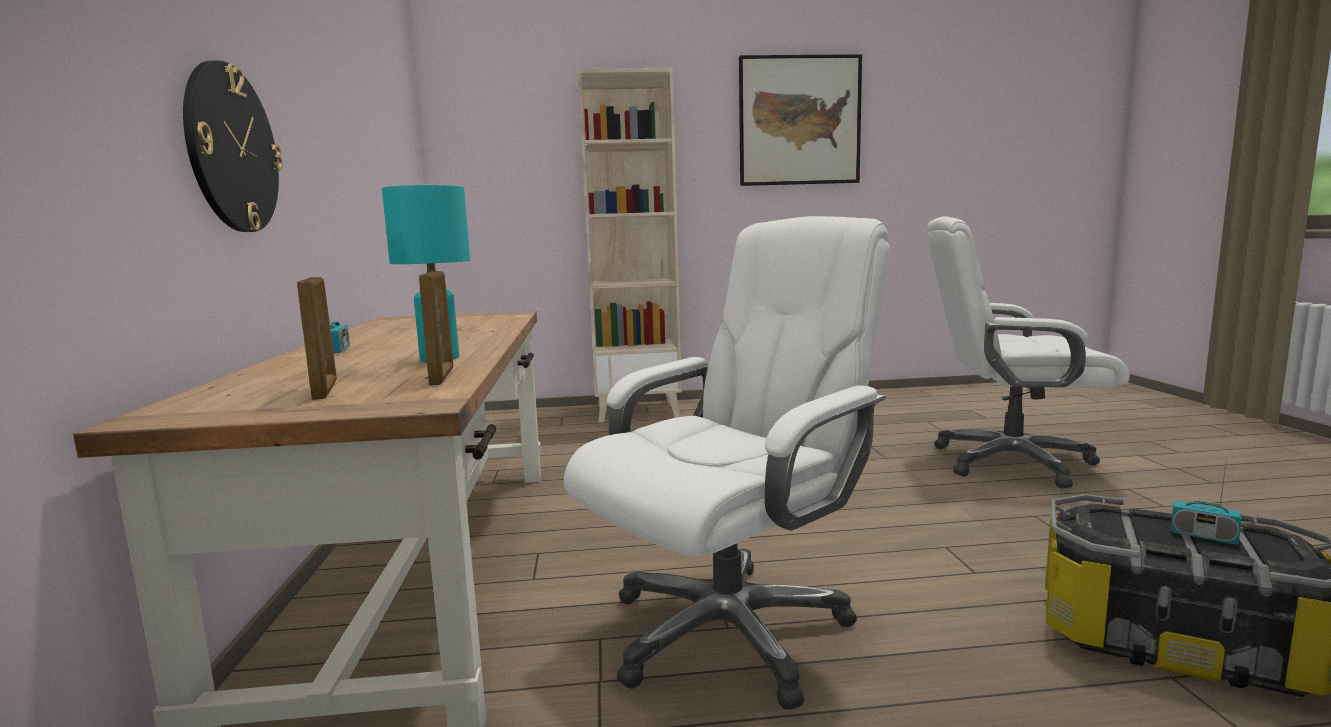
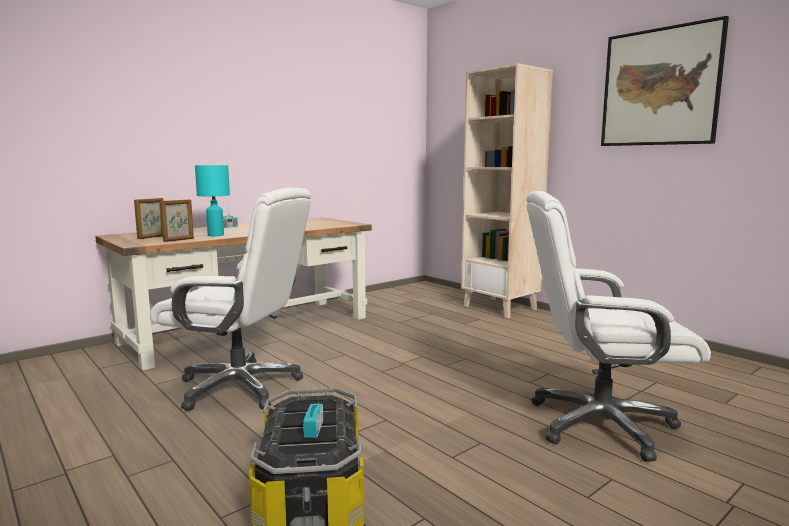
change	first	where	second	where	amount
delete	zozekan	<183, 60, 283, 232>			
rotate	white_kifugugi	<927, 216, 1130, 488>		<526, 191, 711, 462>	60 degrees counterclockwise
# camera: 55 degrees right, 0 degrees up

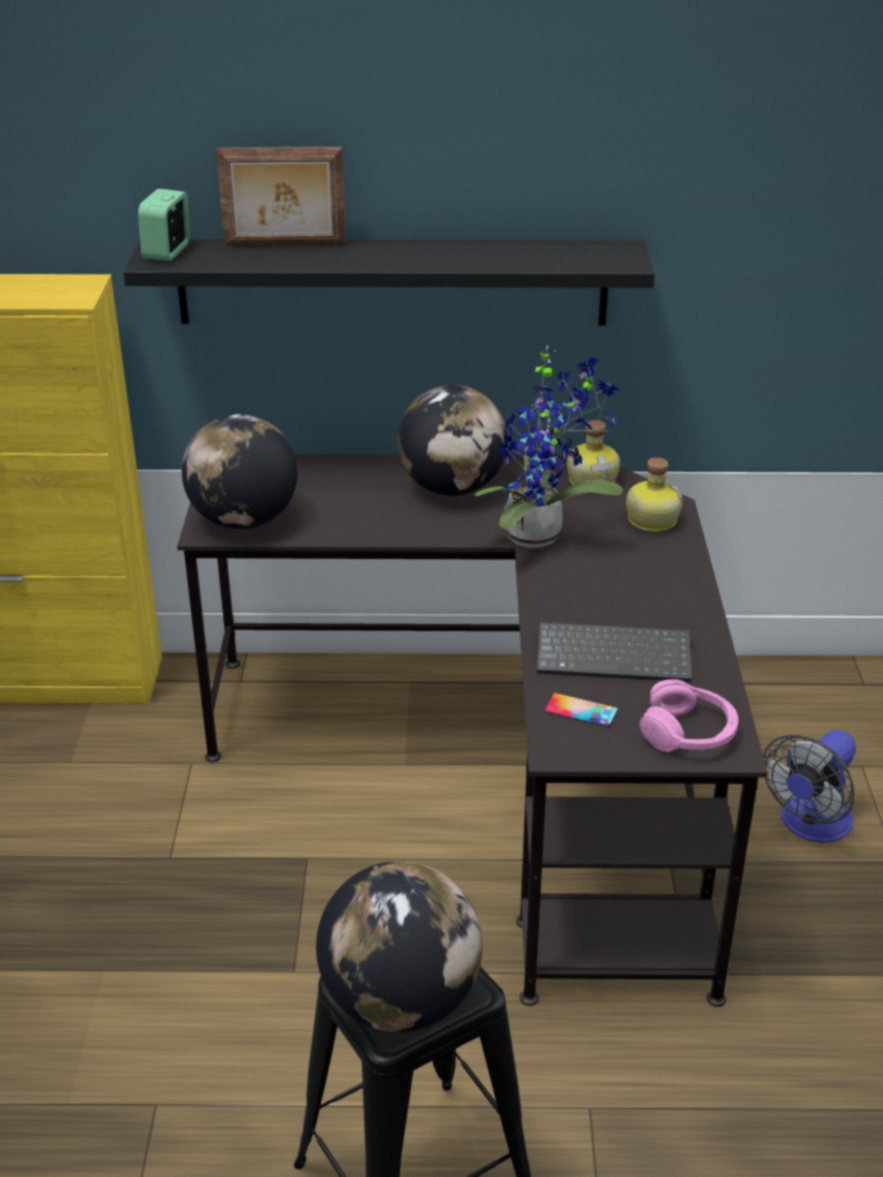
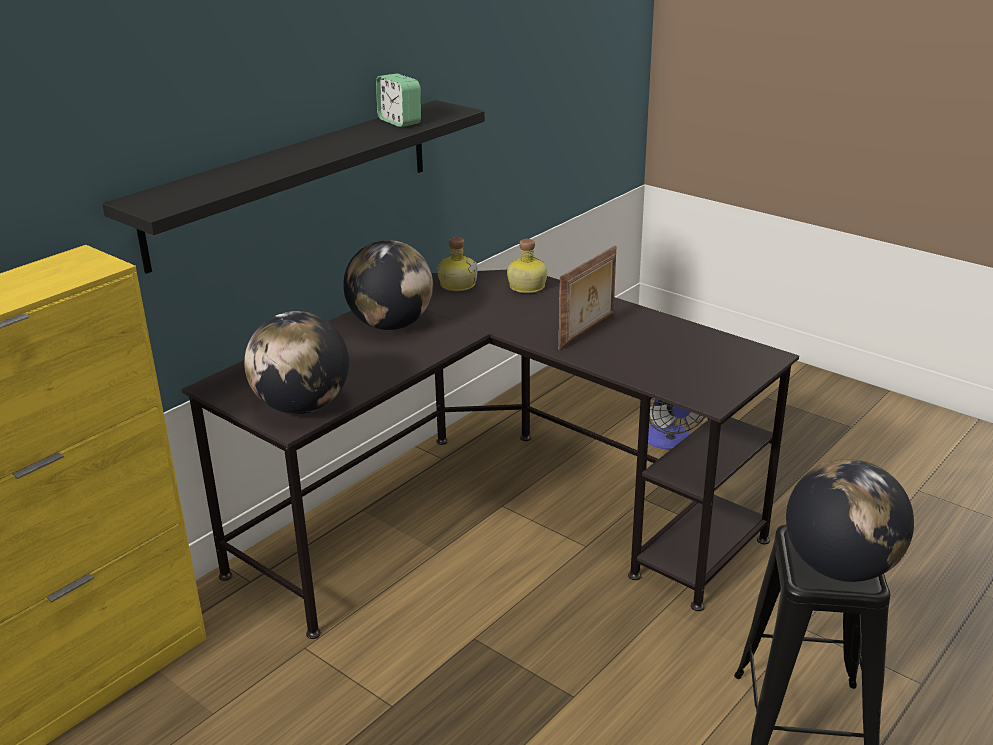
change	first	where	second	where	amount
move	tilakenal	<138, 189, 190, 261>		<376, 74, 421, 127>	
move	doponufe	<216, 147, 346, 246>		<559, 246, 617, 350>	
delete	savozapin	<474, 344, 623, 548>			
delete	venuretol	<537, 622, 692, 682>			
delete	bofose	<545, 693, 618, 727>			
delete	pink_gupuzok	<640, 679, 738, 752>			
# camera: 50 degrees left, 5 degrees down

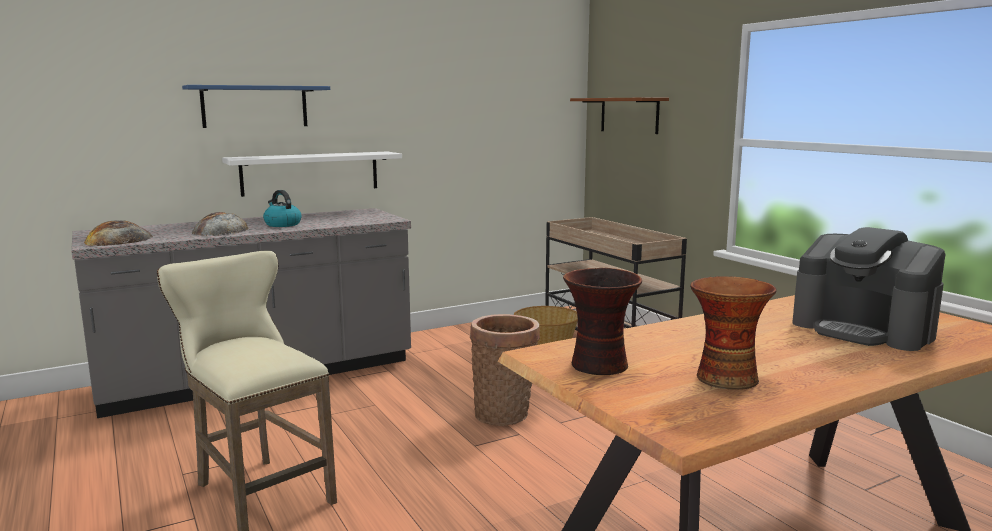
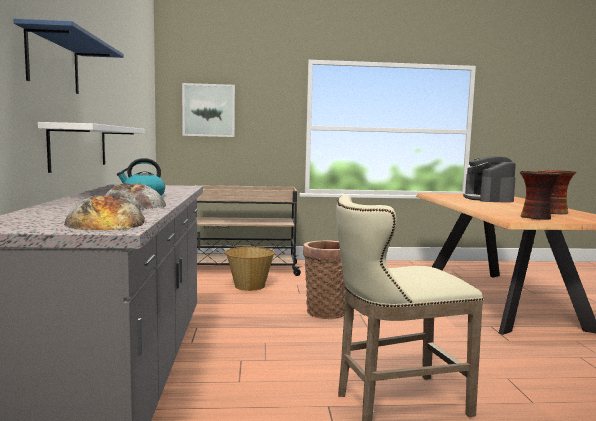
change	first	where	second	where	amount
replace	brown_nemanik	<570, 98, 669, 134>	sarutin	<182, 83, 235, 137>	
rotate	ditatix	<792, 227, 946, 351>		<463, 156, 516, 202>	105 degrees clockwise
# camera: 65 degrees left, 5 degrees down

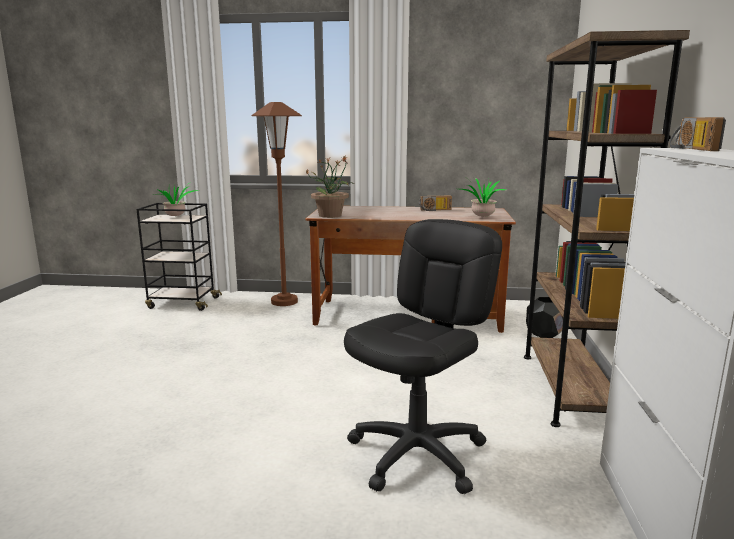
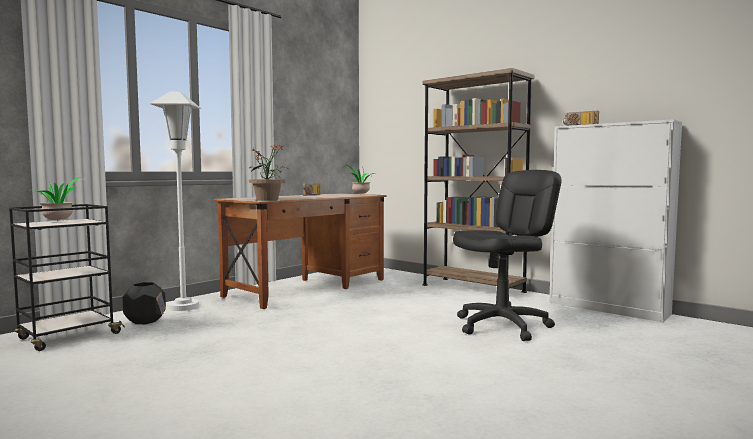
change	first	where	second	where	amount
recolor	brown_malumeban	<252, 102, 302, 306>	white_malumeban	<150, 92, 201, 311>	
rotate	black_kifugugi	<344, 219, 502, 494>		<453, 170, 562, 341>	75 degrees clockwise
move	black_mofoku	<526, 297, 563, 338>		<122, 282, 166, 324>	
# camera: 55 degrees left, 10 degrees down

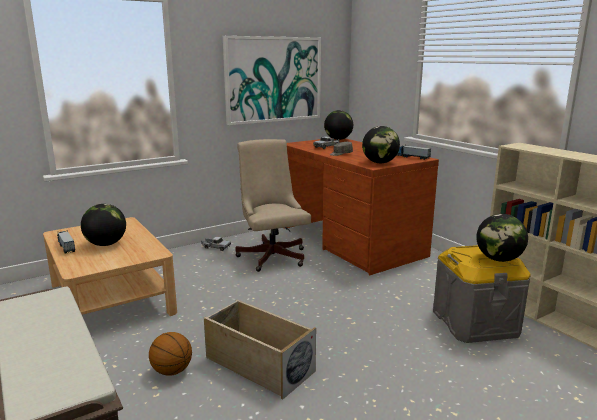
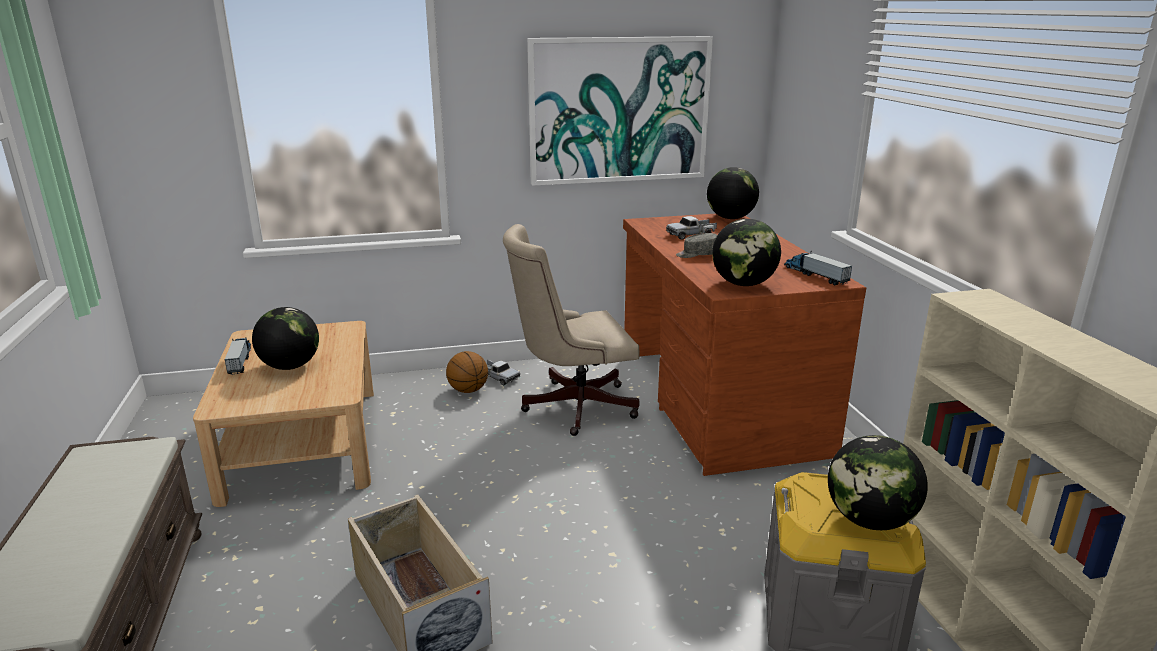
change	first	where	second	where	amount
move	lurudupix	<149, 332, 192, 376>		<446, 351, 488, 393>	
rotate	beige_kifugugi	<236, 139, 311, 272>		<503, 224, 640, 436>	105 degrees counterclockwise
# camera: 20 degrees right, 5 degrees up

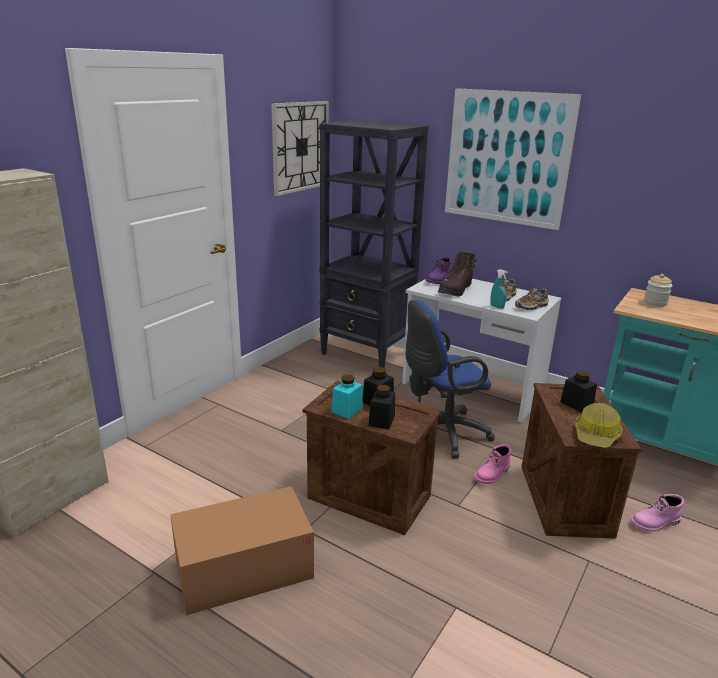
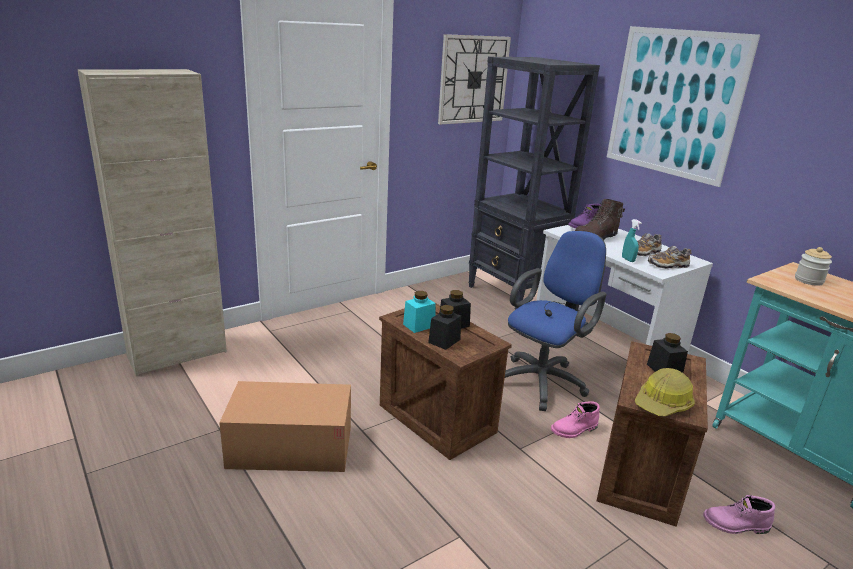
change	first	where	second	where	amount
rotate	blue_kifugugi	<406, 300, 495, 459>		<505, 231, 607, 411>	135 degrees clockwise
# camera: 20 degrees right, 0 degrees up

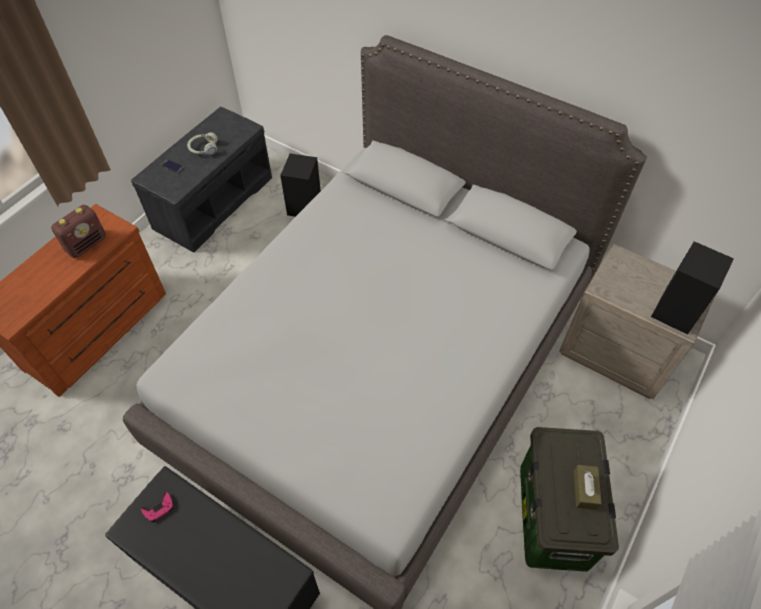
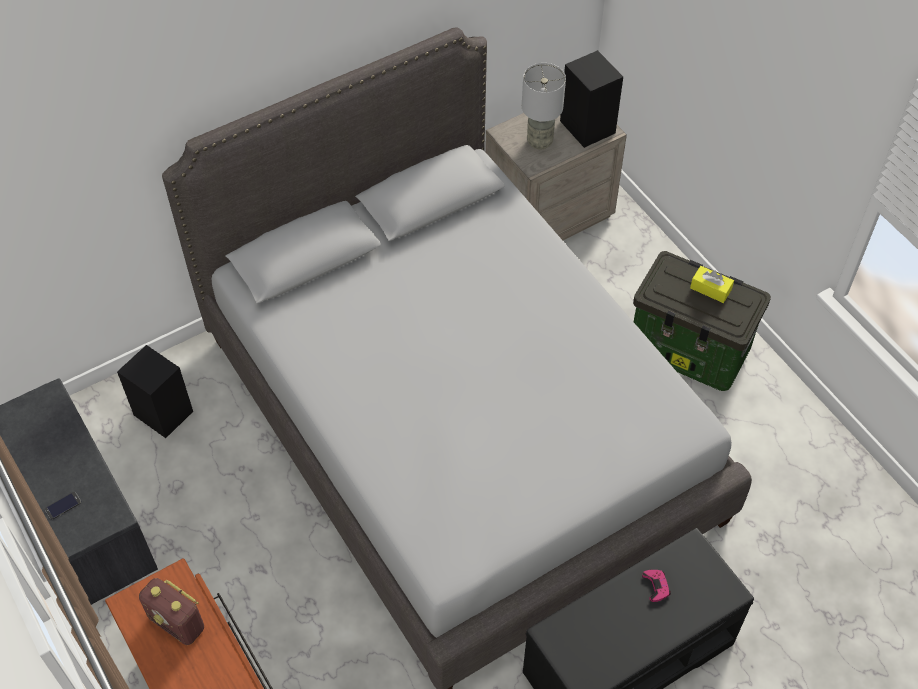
change	first	where	second	where	amount
rotate	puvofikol	<51, 205, 106, 258>		<139, 578, 204, 645>	150 degrees clockwise
move	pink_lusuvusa	<141, 492, 173, 522>		<642, 570, 671, 602>	
delete	gupuzok	<187, 132, 218, 155>			
recolor	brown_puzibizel	<574, 465, 601, 510>	yellow_puzibizel	<690, 266, 734, 303>	
insert			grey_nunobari	<522, 63, 566, 150>	
# camera: 65 degrees left, 0 degrees up

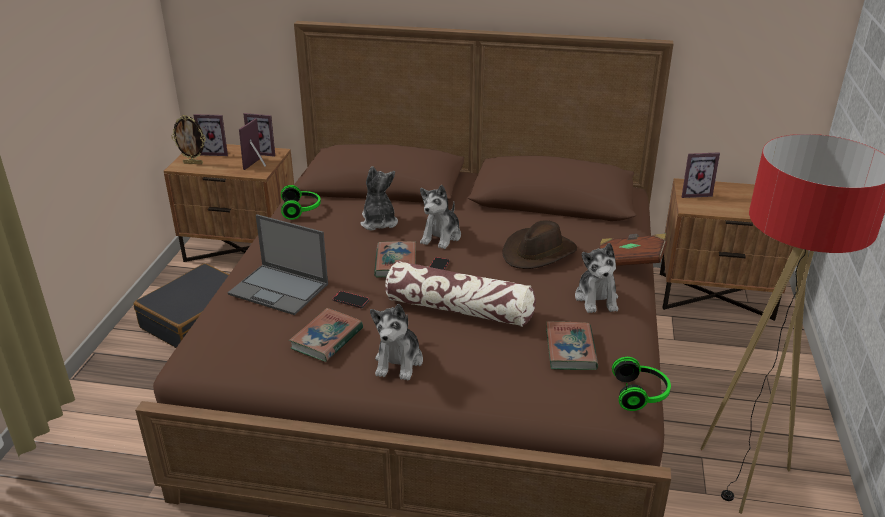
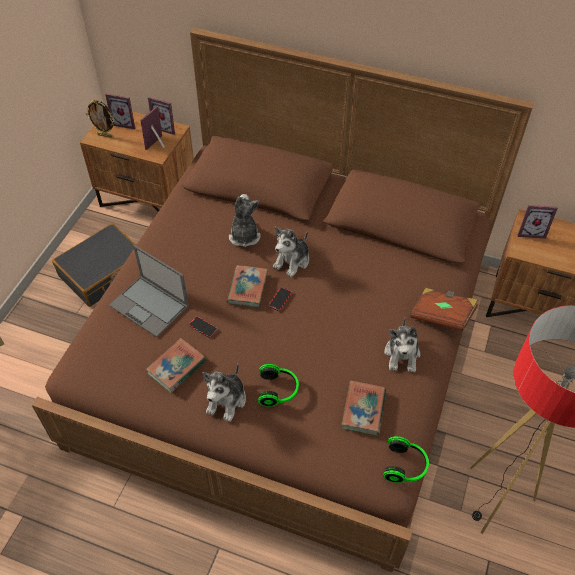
change	first	where	second	where	amount
move	gupuzok	<281, 185, 321, 220>		<258, 364, 299, 407>	
delete	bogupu	<385, 261, 536, 327>			
delete	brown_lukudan	<503, 220, 577, 269>			
# camera: 10 degrees right, 20 degrees up

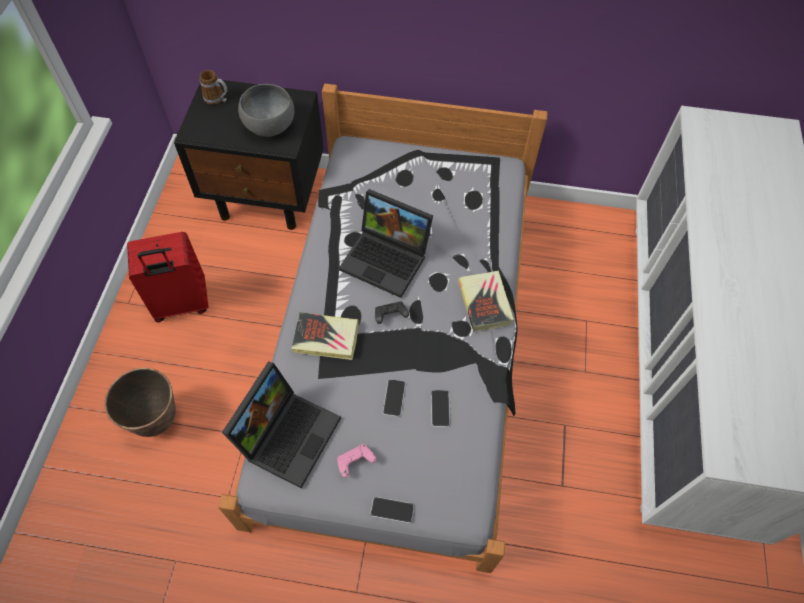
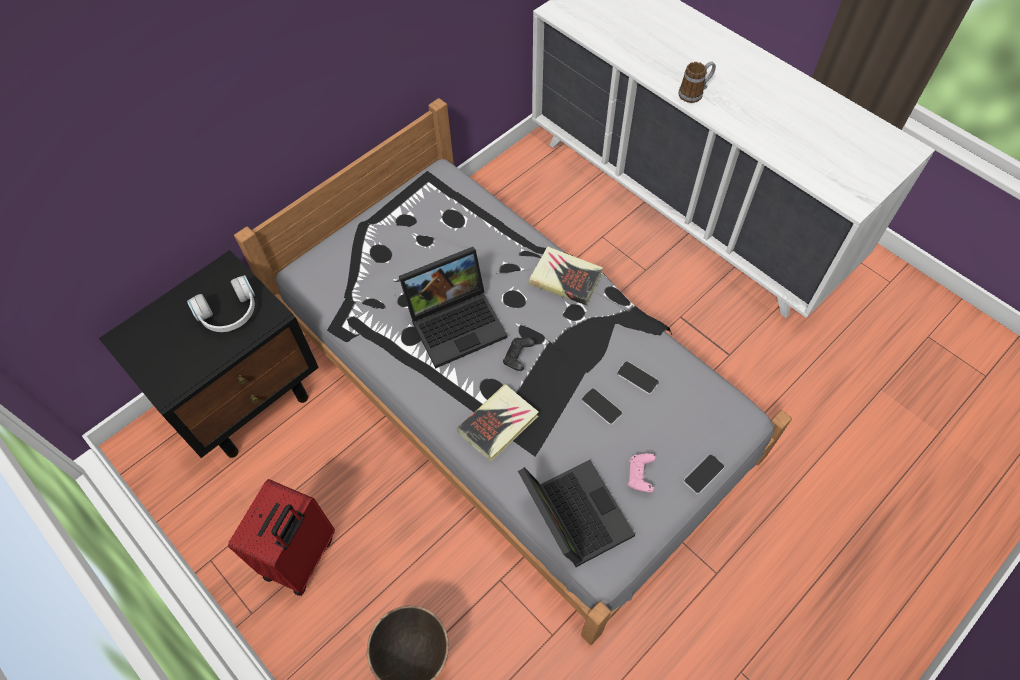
change	first	where	second	where	amount
move	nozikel	<199, 70, 227, 105>		<679, 61, 716, 103>	
replace	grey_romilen	<238, 84, 294, 137>	white_gupuzok	<187, 275, 255, 332>	
# camera: 50 degrees left, 0 degrees up

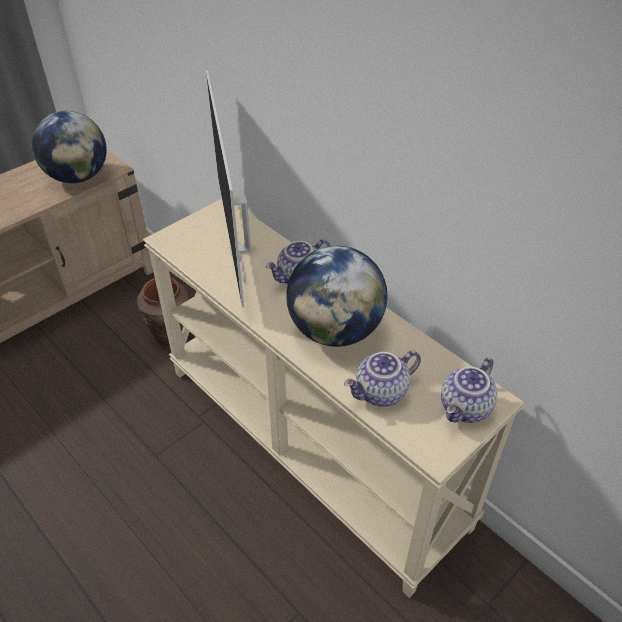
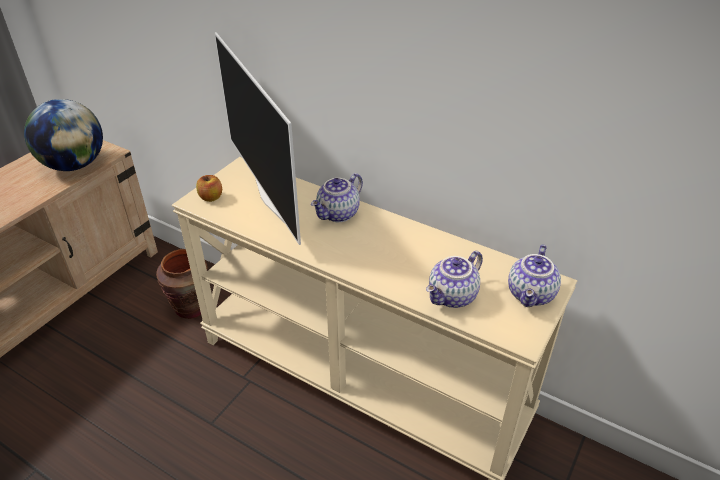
change	first	where	second	where	amount
delete	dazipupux	<286, 246, 387, 347>			
insert			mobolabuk	<196, 175, 222, 202>	
# camera: 15 degrees left, 5 degrees down

